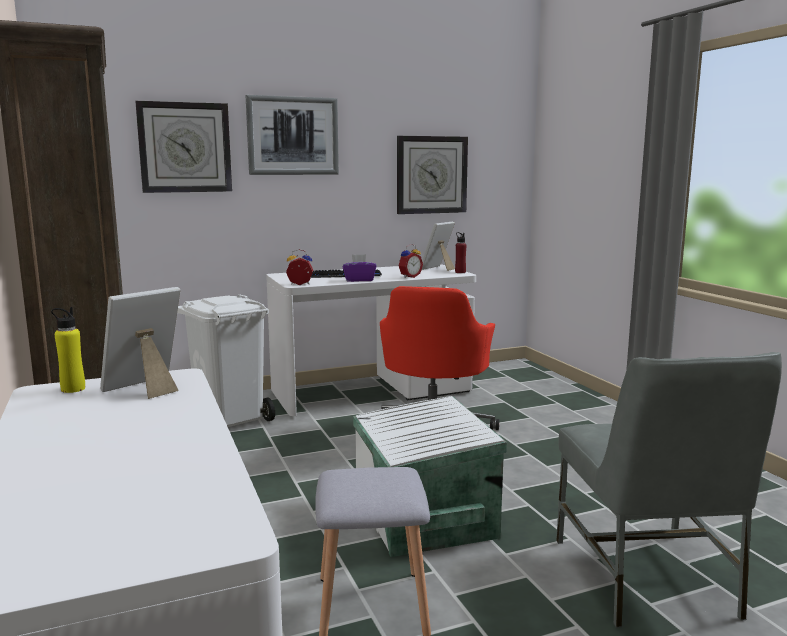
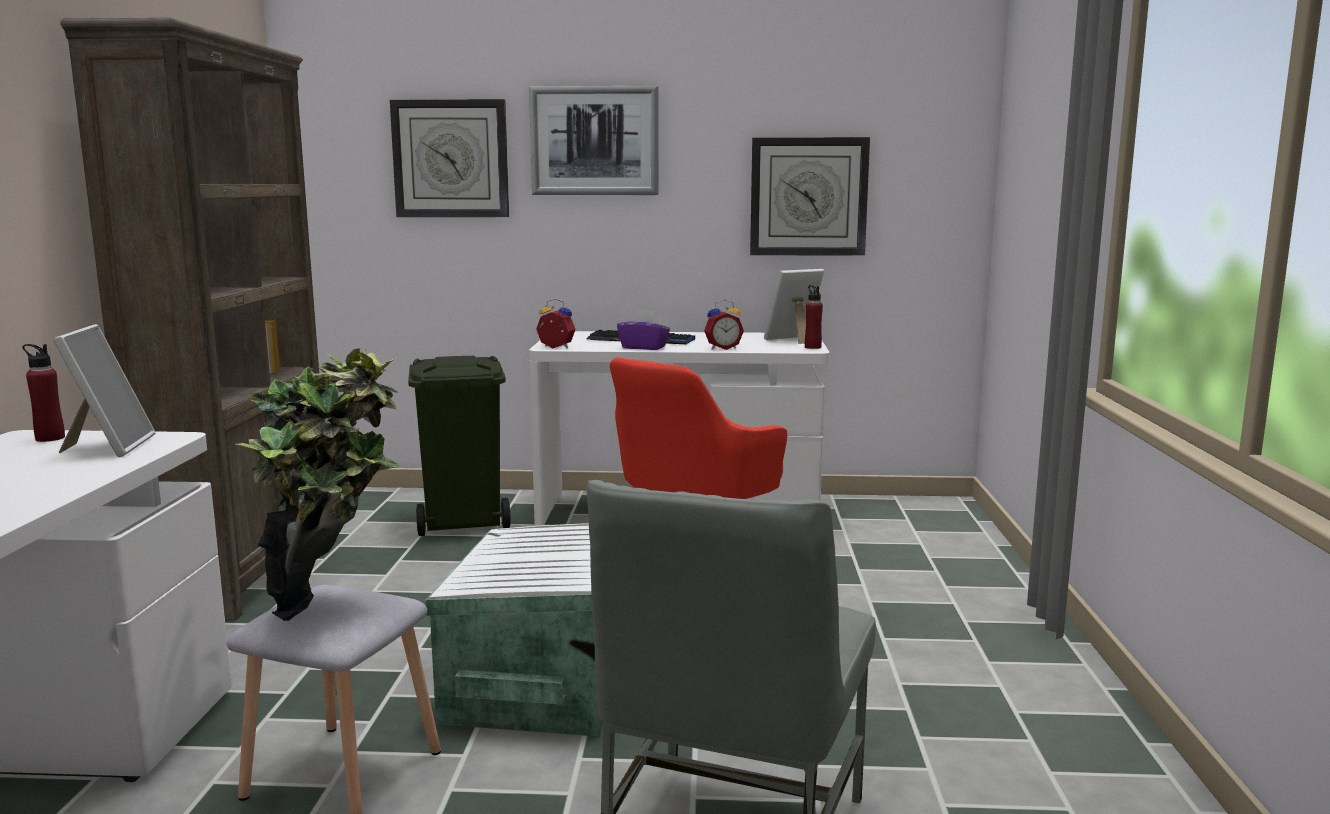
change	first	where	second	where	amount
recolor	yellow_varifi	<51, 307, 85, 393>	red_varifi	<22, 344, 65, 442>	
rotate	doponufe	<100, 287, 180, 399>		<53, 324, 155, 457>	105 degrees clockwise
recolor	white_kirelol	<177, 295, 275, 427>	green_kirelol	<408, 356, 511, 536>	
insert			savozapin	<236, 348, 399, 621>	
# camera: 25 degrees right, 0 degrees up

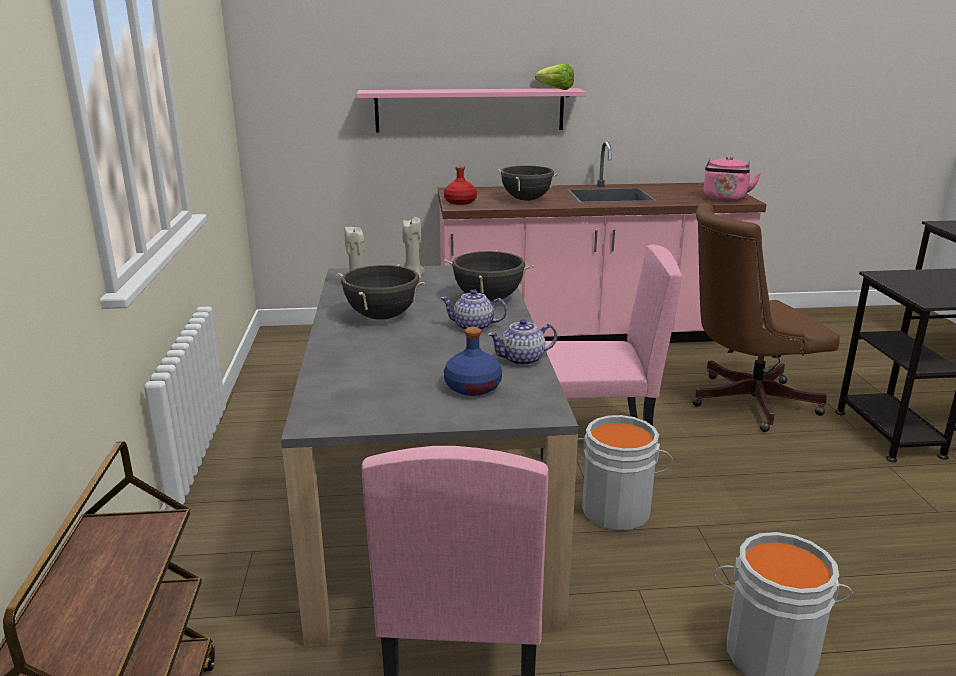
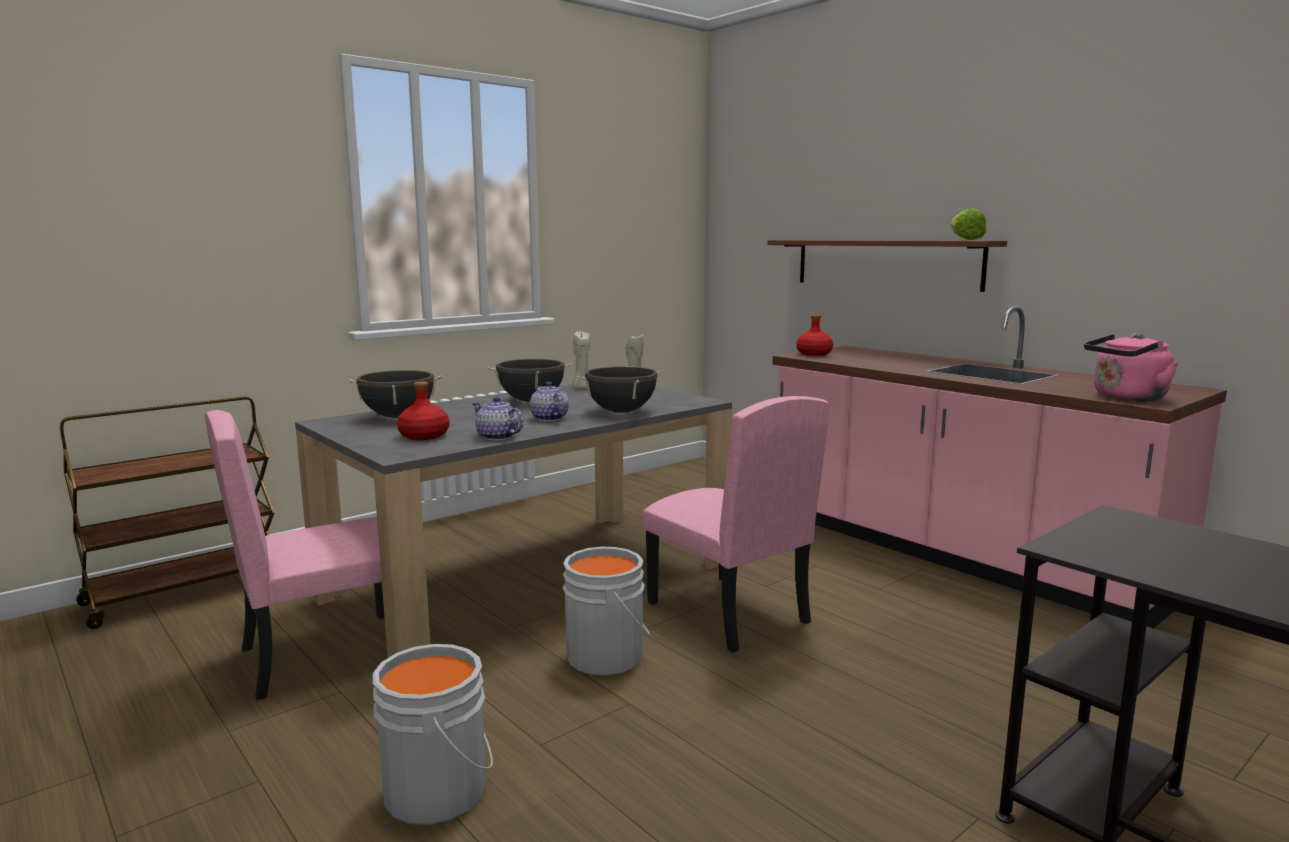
change	first	where	second	where	amount
recolor	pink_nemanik	<357, 88, 586, 132>	brown_nemanik	<767, 240, 1007, 292>	
recolor	blue_varifi	<444, 327, 502, 396>	red_varifi	<397, 381, 449, 440>	
move	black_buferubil	<496, 165, 559, 201>		<347, 370, 443, 418>	
delete	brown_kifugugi	<692, 203, 840, 432>			
# camera: 55 degrees right, 10 degrees down

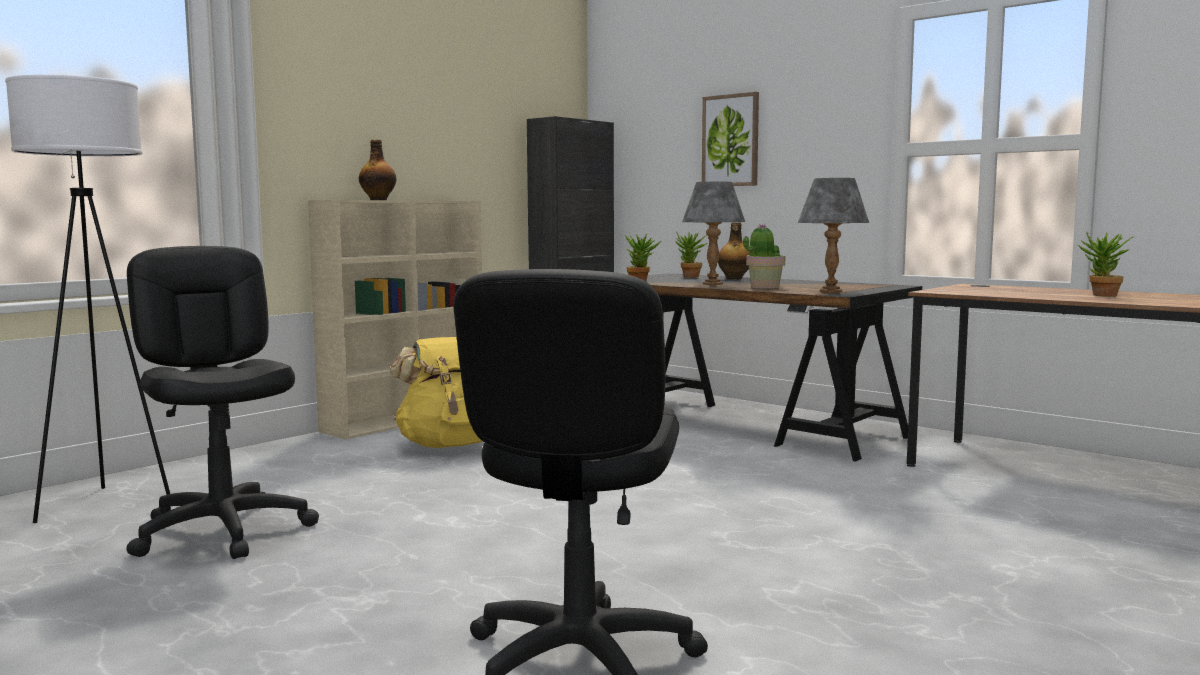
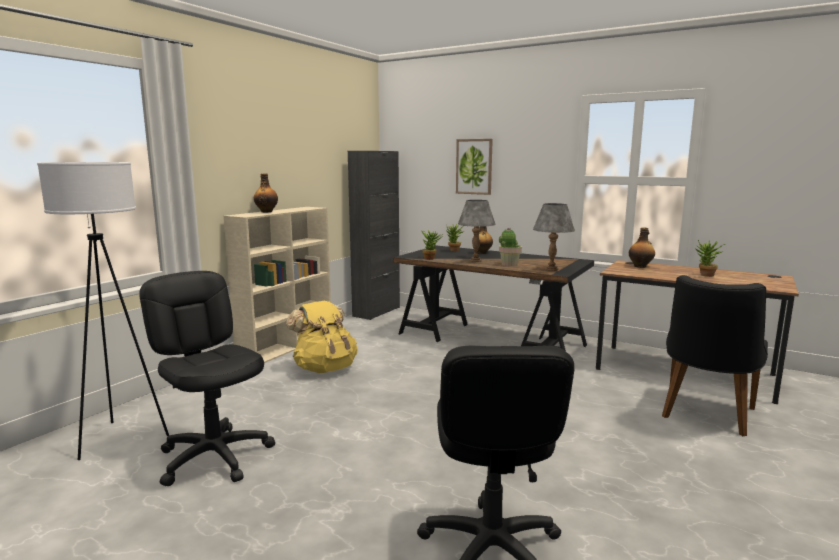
change	first	where	second	where	amount
insert			varifi	<629, 227, 655, 268>	
insert			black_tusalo	<662, 275, 768, 436>	
# camera: 10 degrees left, 5 degrees up

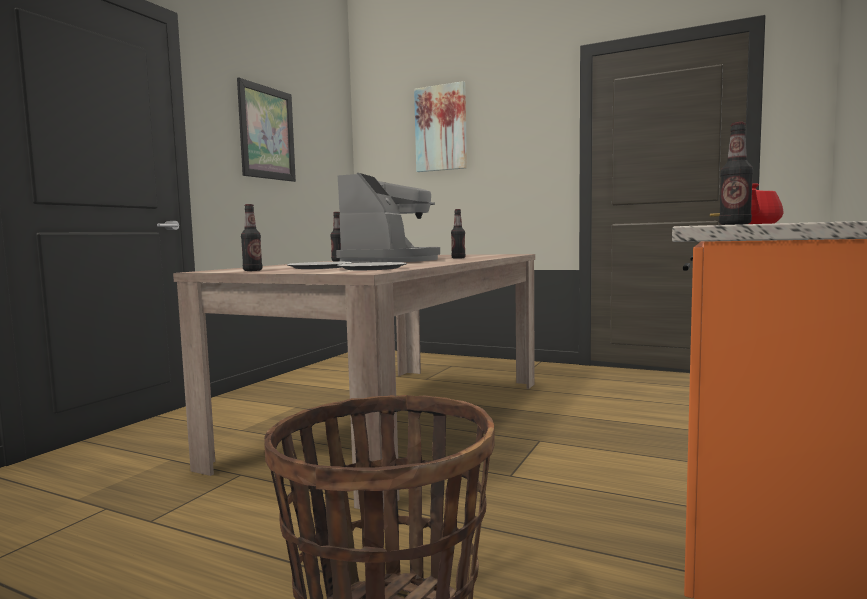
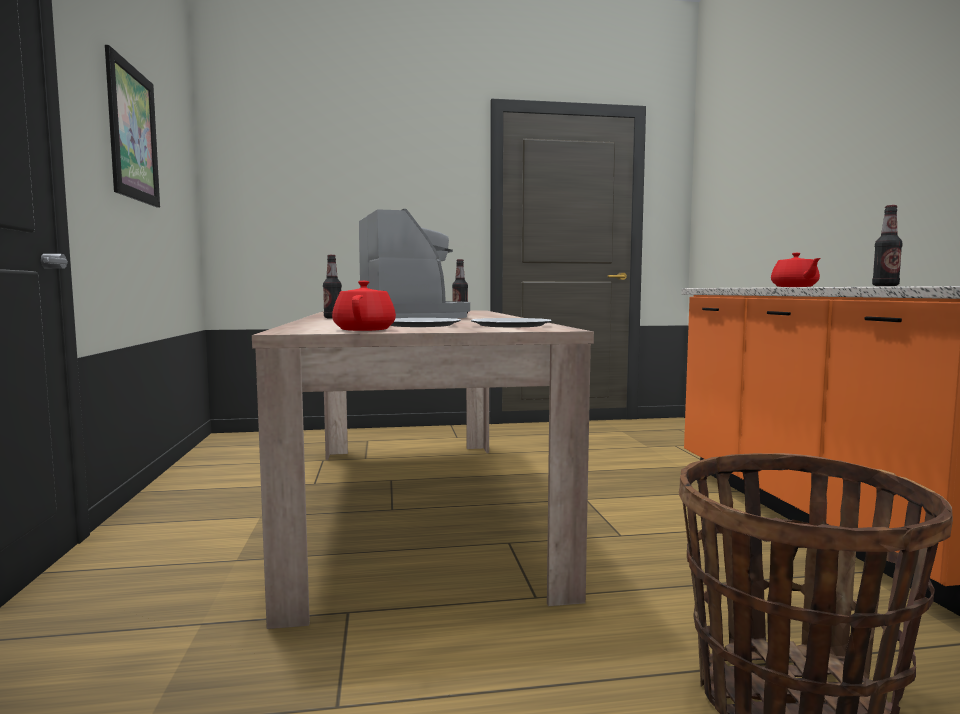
change	first	where	second	where	amount
replace	varifi	<241, 204, 262, 271>	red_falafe	<332, 281, 396, 331>	
delete	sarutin	<414, 81, 467, 172>			
# camera: 35 degrees left, 0 degrees up

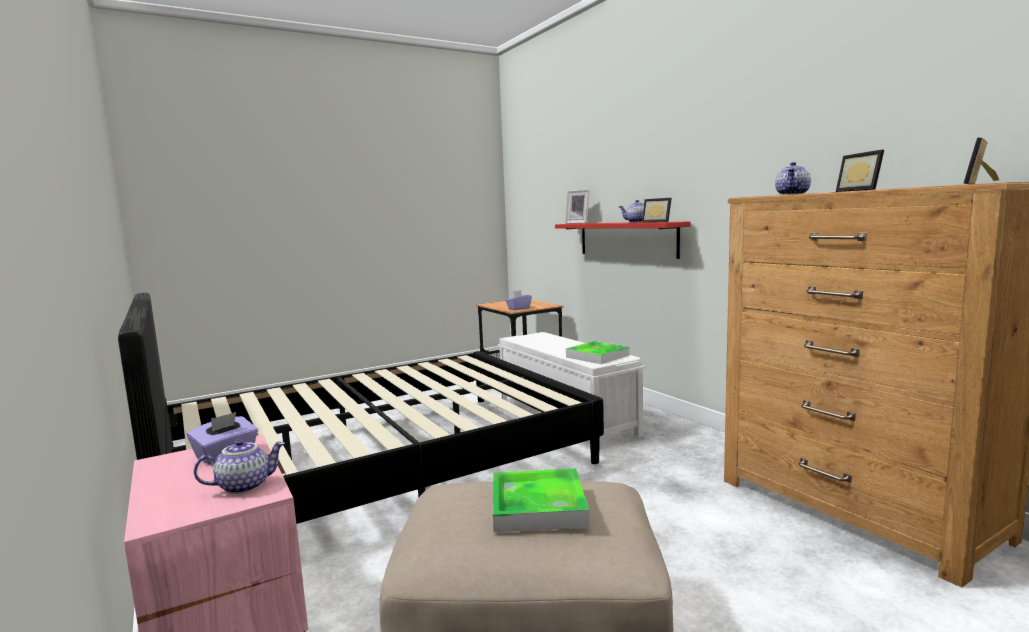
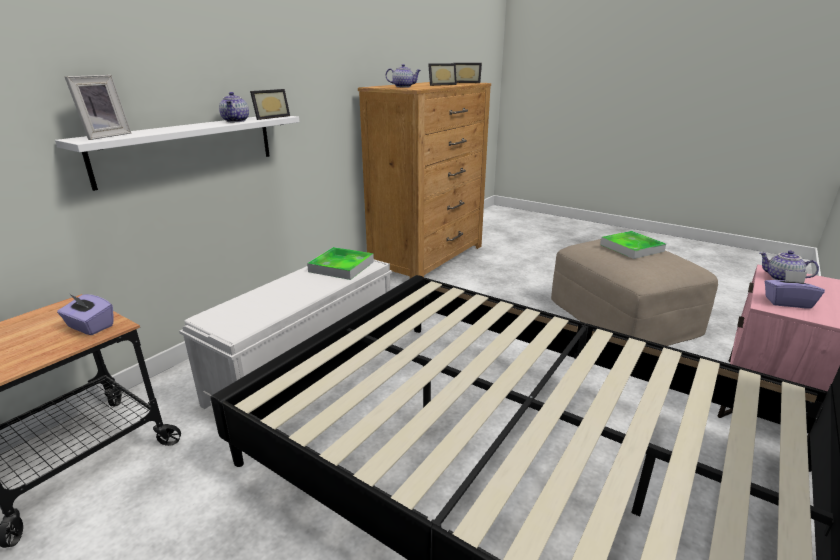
change	first	where	second	where	amount
recolor	red_nemanik	<555, 221, 691, 259>	white_nemanik	<55, 116, 299, 191>	
# camera: 115 degrees left, 15 degrees up

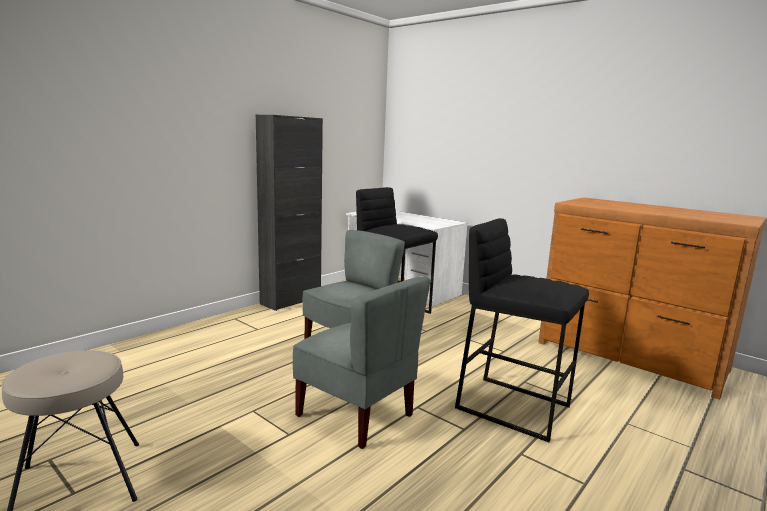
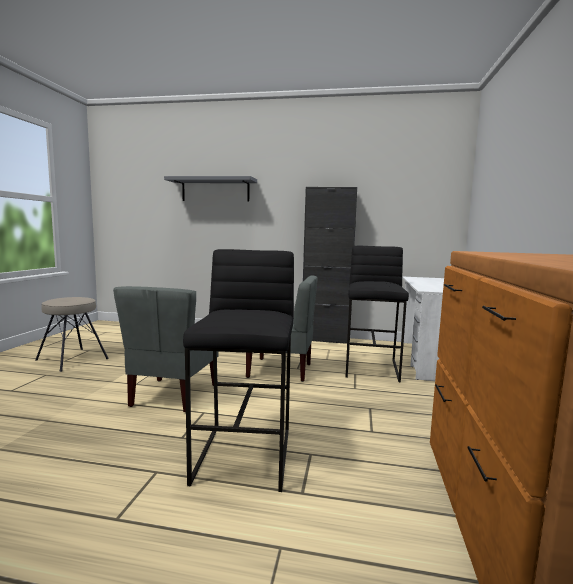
change	first	where	second	where	amount
insert			grey_nemanik	<164, 176, 257, 202>	
# camera: 60 degrees right, 5 degrees down

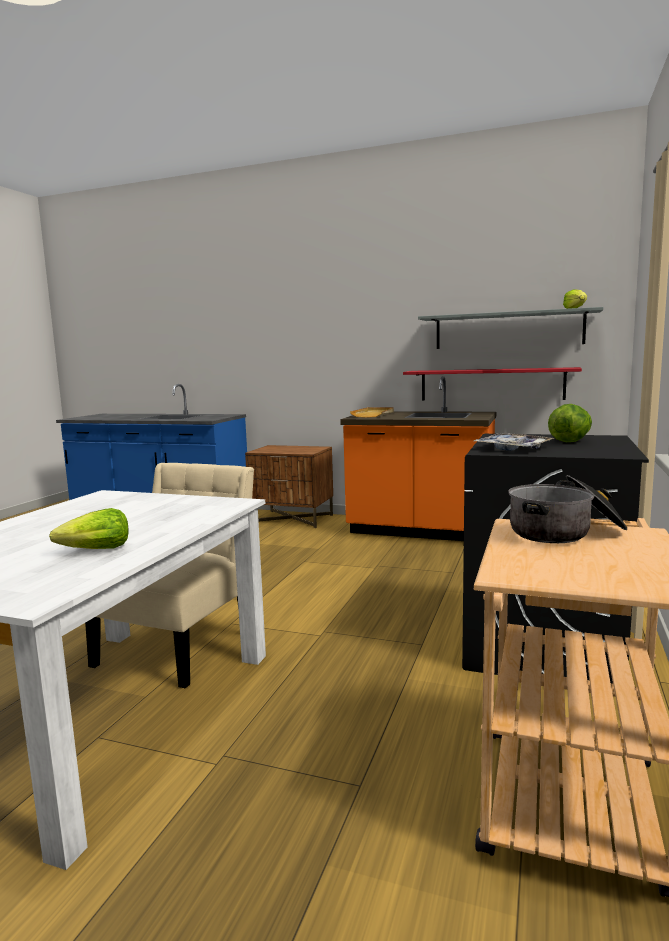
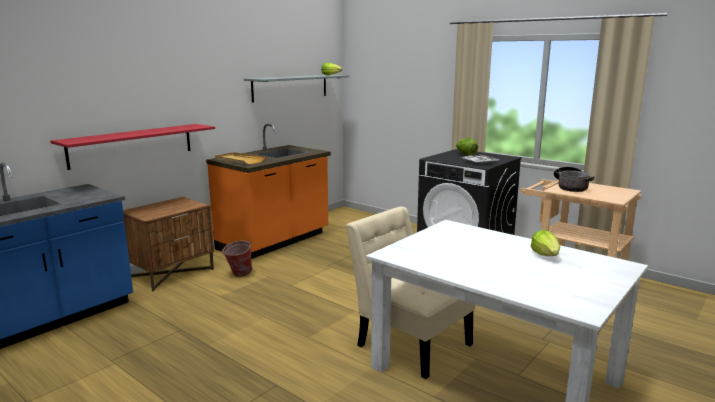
change	first	where	second	where	amount
move	red_nemanik	<403, 367, 582, 401>		<50, 124, 215, 170>	
insert			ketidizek	<221, 240, 252, 277>	
# camera: 70 degrees left, 5 degrees up

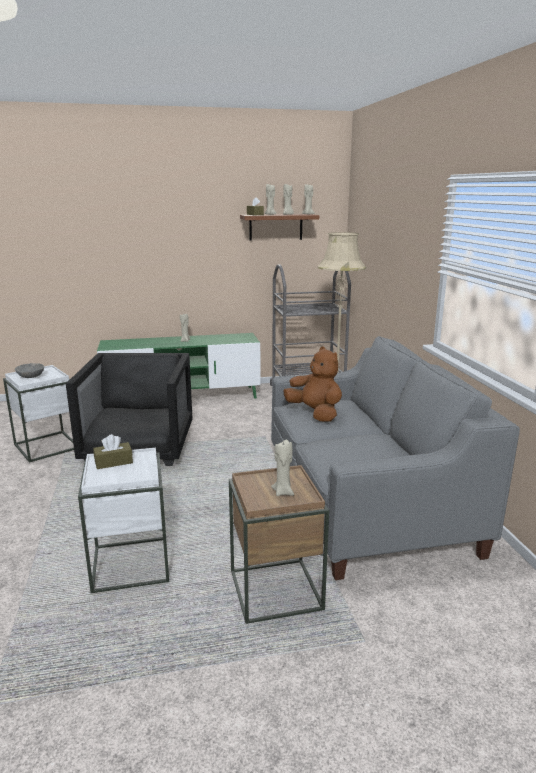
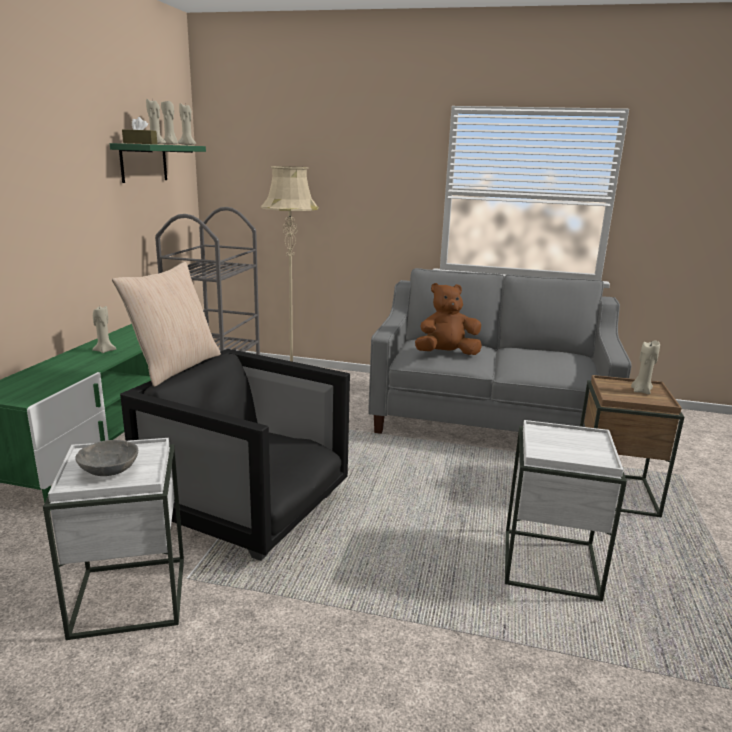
change	first	where	second	where	amount
delete	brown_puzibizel	<93, 434, 133, 469>			
recolor	brown_nemanik	<240, 214, 319, 241>	green_nemanik	<110, 143, 206, 183>	
insert			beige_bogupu	<112, 262, 221, 387>	
# camera: 65 degrees left, 0 degrees up

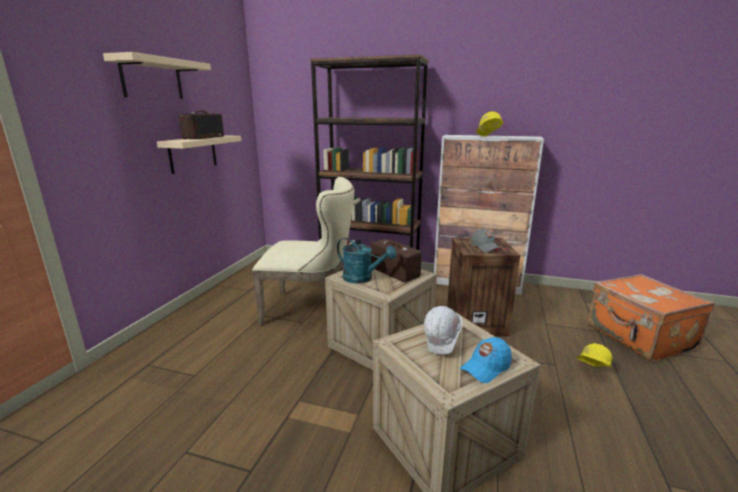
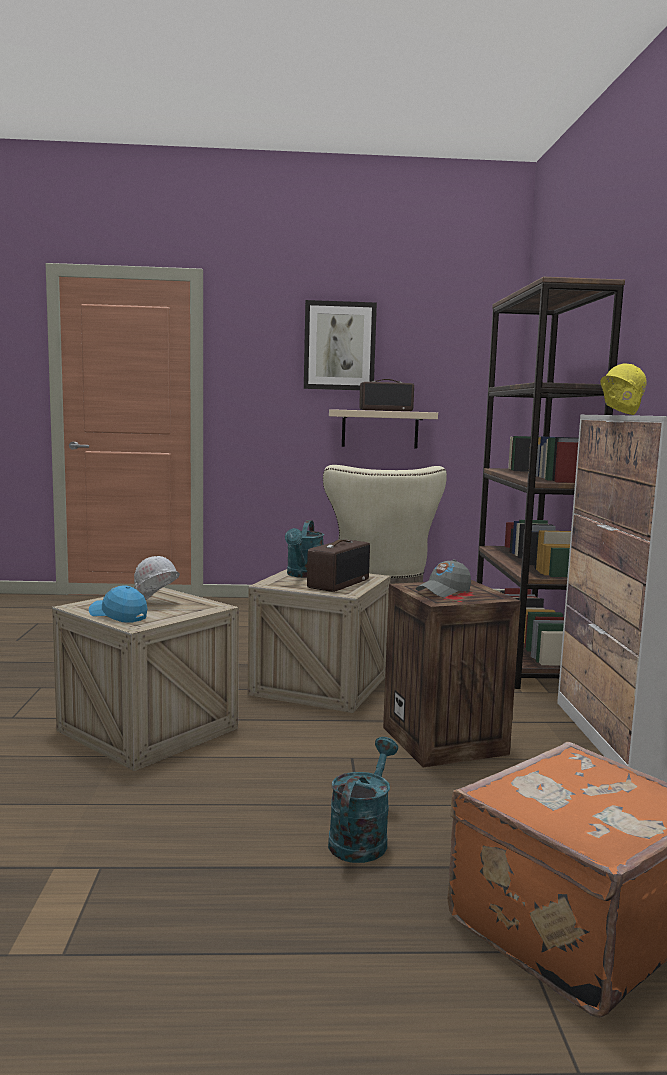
change	first	where	second	where	amount
replace	beige_nemanik	<103, 52, 211, 99>	sarutin	<304, 300, 377, 390>	
replace	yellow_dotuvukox	<576, 343, 612, 367>	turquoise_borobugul	<328, 737, 398, 863>	
# camera: 70 degrees right, 10 degrees down

